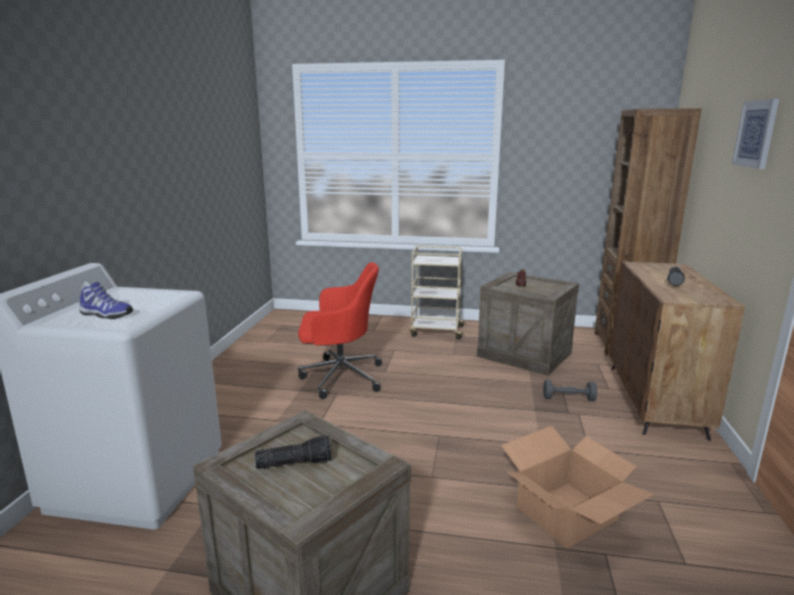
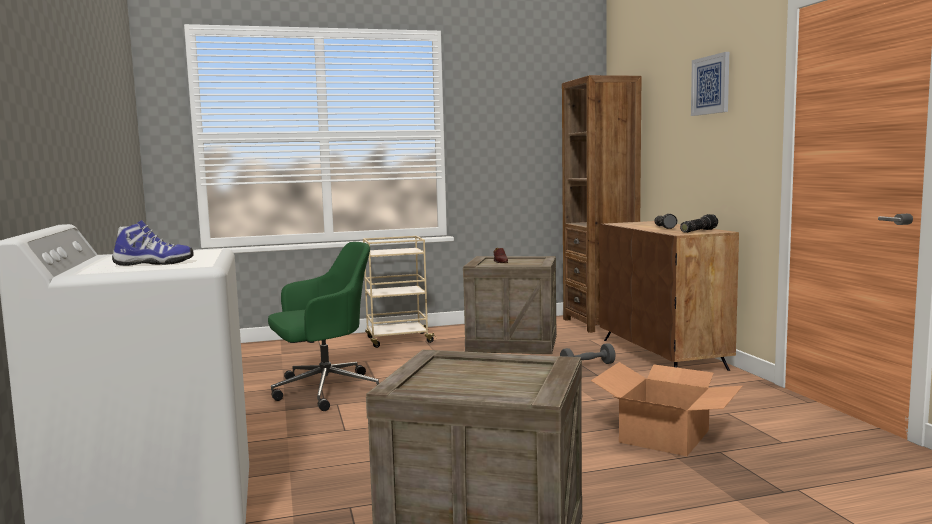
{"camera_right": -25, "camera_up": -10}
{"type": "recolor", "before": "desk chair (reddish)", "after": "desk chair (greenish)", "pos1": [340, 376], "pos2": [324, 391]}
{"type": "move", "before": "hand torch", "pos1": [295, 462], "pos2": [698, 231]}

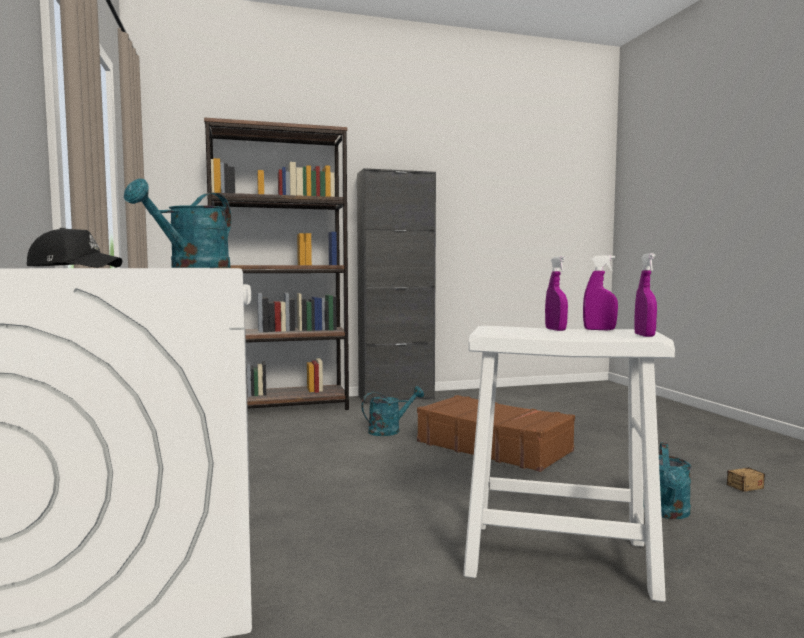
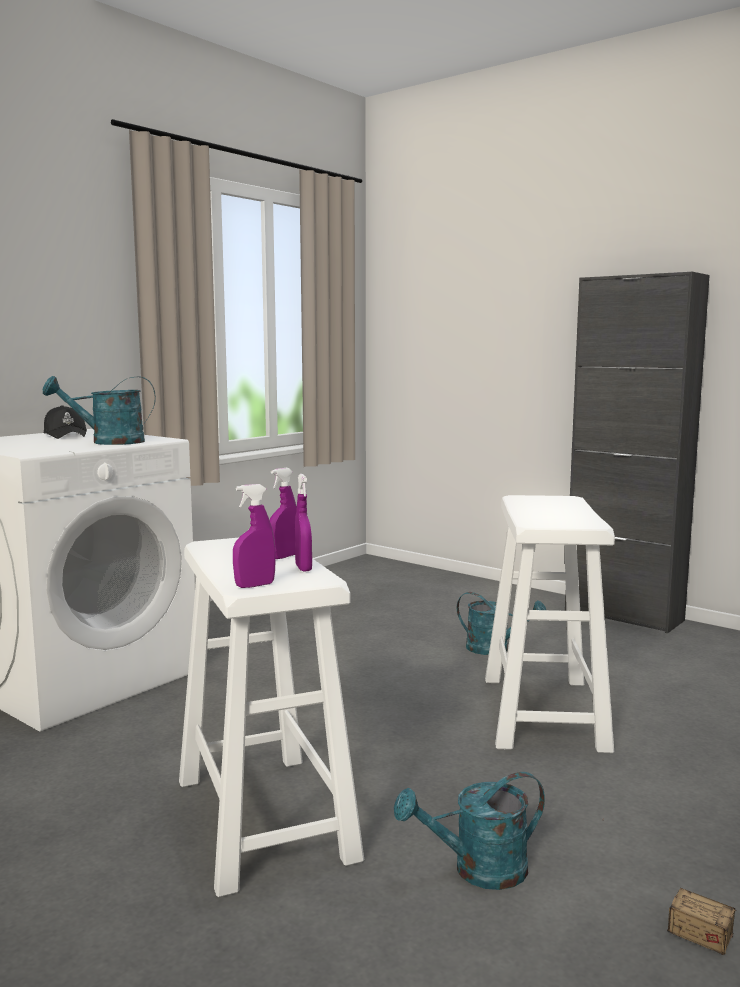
{"camera_right": 55, "camera_up": 5}
{"type": "replace", "before": "piece of luggage (brownish)", "after": "stool seat (whitish)", "pos1": [493, 446], "pos2": [543, 712]}
{"type": "delete", "before": "shelving unit (brownish)", "pos1": [282, 407]}

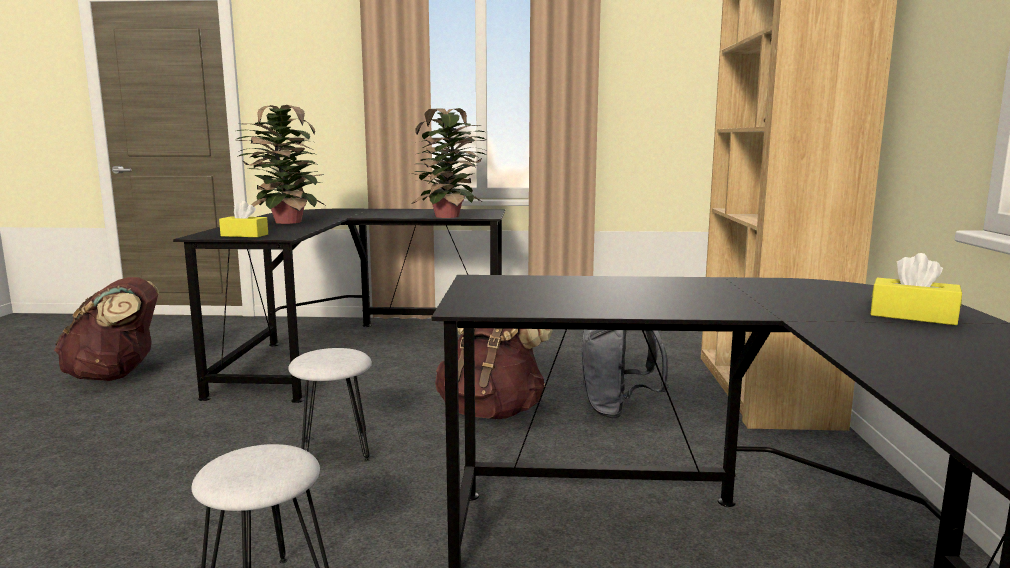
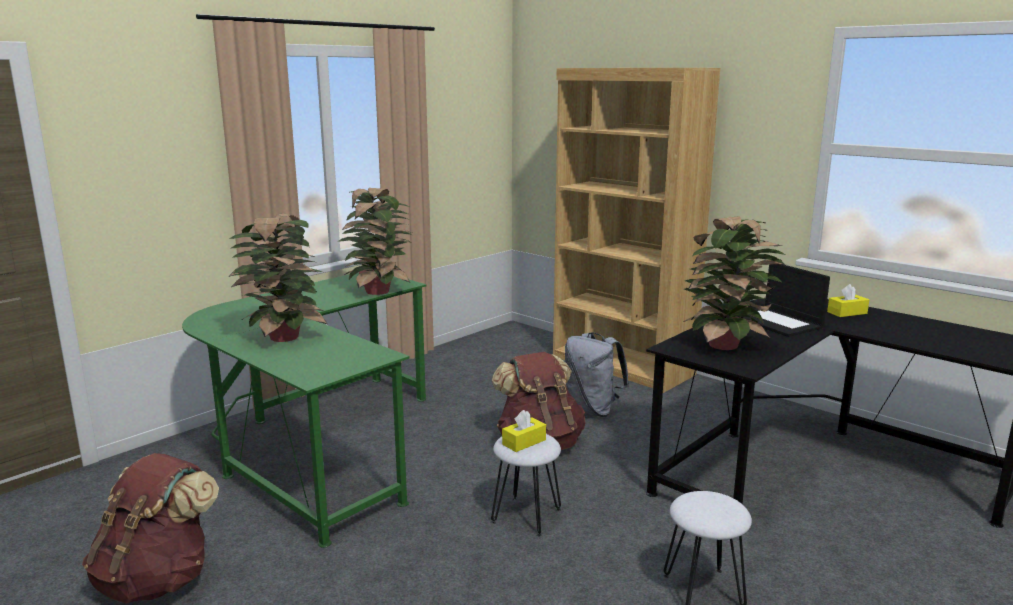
{"camera_right": -50, "camera_up": 5}
{"type": "recolor", "before": "desk table (black-coloured)", "after": "desk table (greenish)", "pos1": [355, 349], "pos2": [317, 446]}
{"type": "move", "before": "tissue holder (yellow-coloured)", "pos1": [244, 235], "pos2": [524, 442]}
{"type": "insert", "after": "houseplant", "pos2": [726, 345]}
{"type": "insert", "after": "notebook computer", "pos2": [778, 322]}

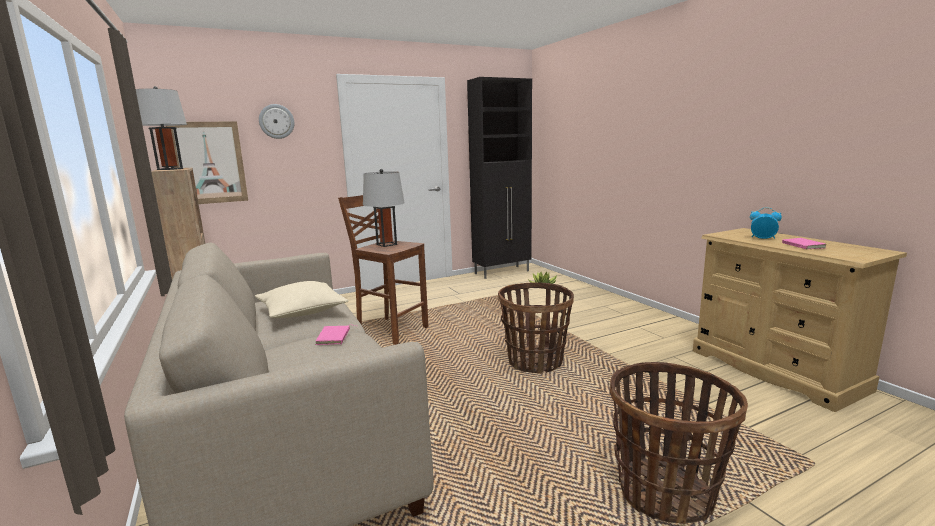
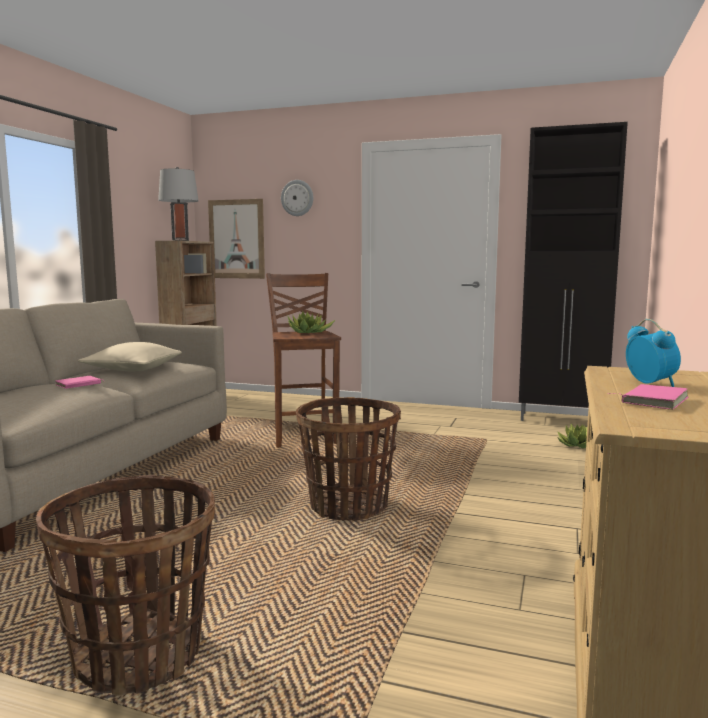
{"camera_right": 45, "camera_up": -5}
{"type": "replace", "before": "table lamp (gray)", "after": "houseplant", "pos1": [386, 244], "pos2": [309, 333]}

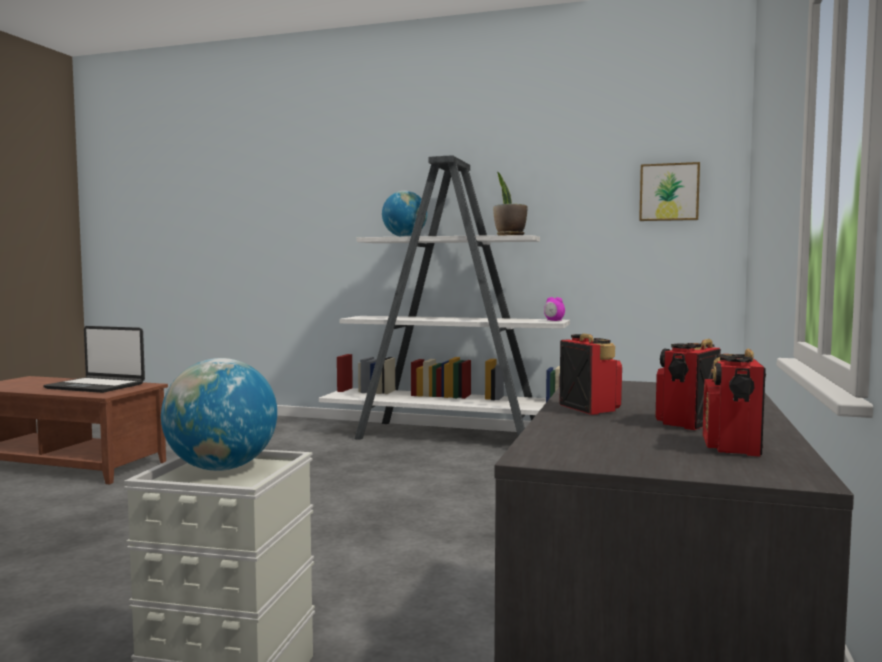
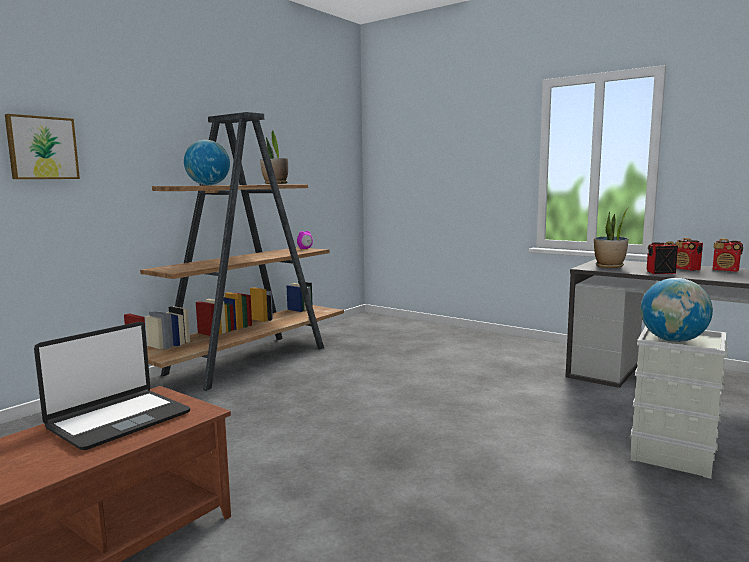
{"camera_right": -70, "camera_up": 5}
{"type": "move", "before": "wall picture", "pos1": [669, 192], "pos2": [42, 148]}
{"type": "recolor", "before": "shelving unit (whitish)", "after": "shelving unit (brownish)", "pos1": [453, 436], "pos2": [250, 360]}
{"type": "insert", "after": "houseplant", "pos2": [609, 266]}

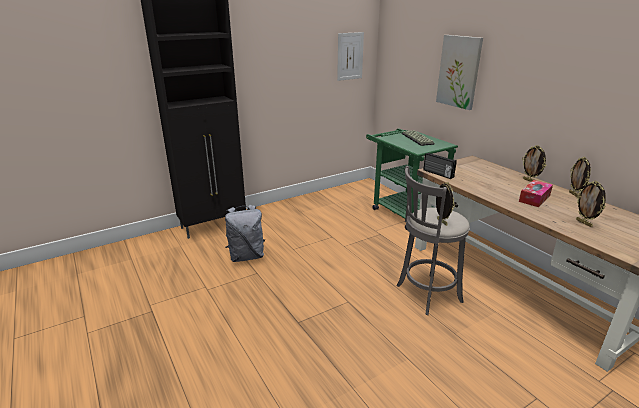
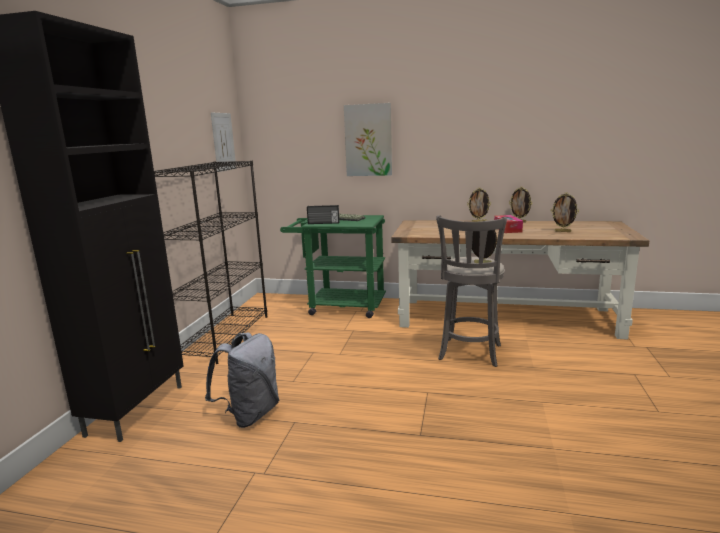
{"camera_right": -45, "camera_up": -10}
{"type": "insert", "after": "shelving unit (black-coloured)", "pos2": [225, 336]}
{"type": "move", "before": "radio", "pos1": [438, 174], "pos2": [323, 223]}

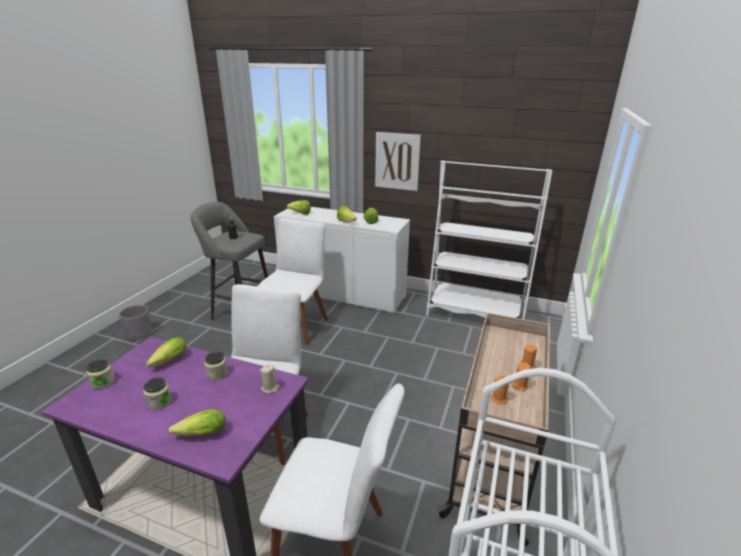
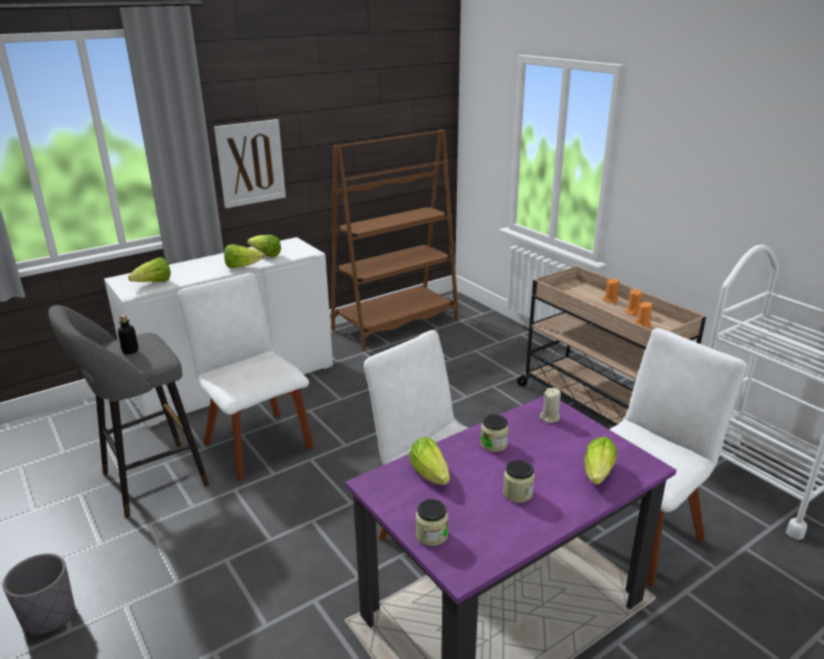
{"camera_right": -55, "camera_up": 0}
{"type": "recolor", "before": "shelving unit (whitish)", "after": "shelving unit (brownish)", "pos1": [474, 313], "pos2": [396, 325]}

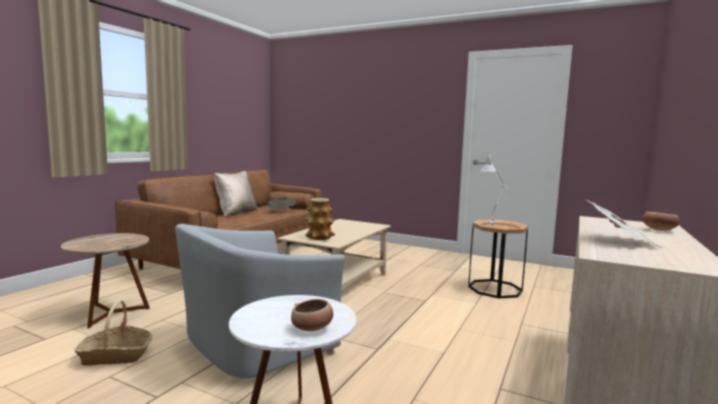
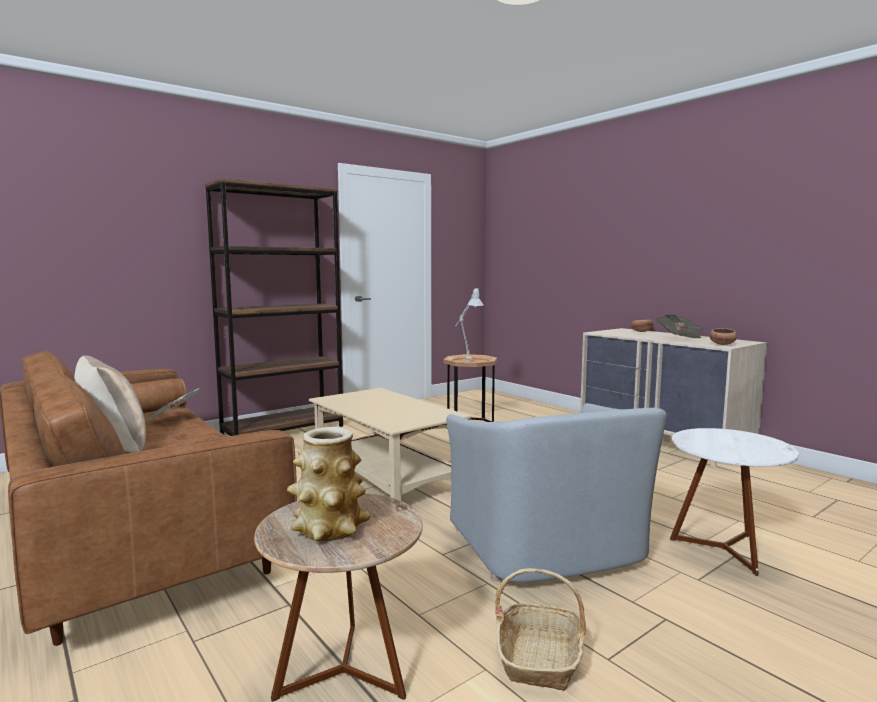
{"camera_right": -65, "camera_up": 0}
{"type": "insert", "after": "shelving unit (brownish)", "pos2": [283, 430]}
{"type": "move", "before": "flower vase", "pos1": [319, 237], "pos2": [329, 529]}
{"type": "move", "before": "serving bowl", "pos1": [312, 328], "pos2": [722, 344]}

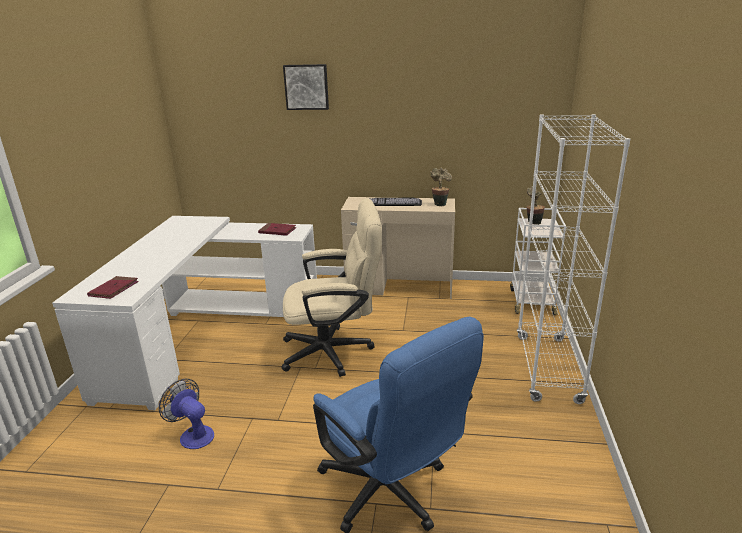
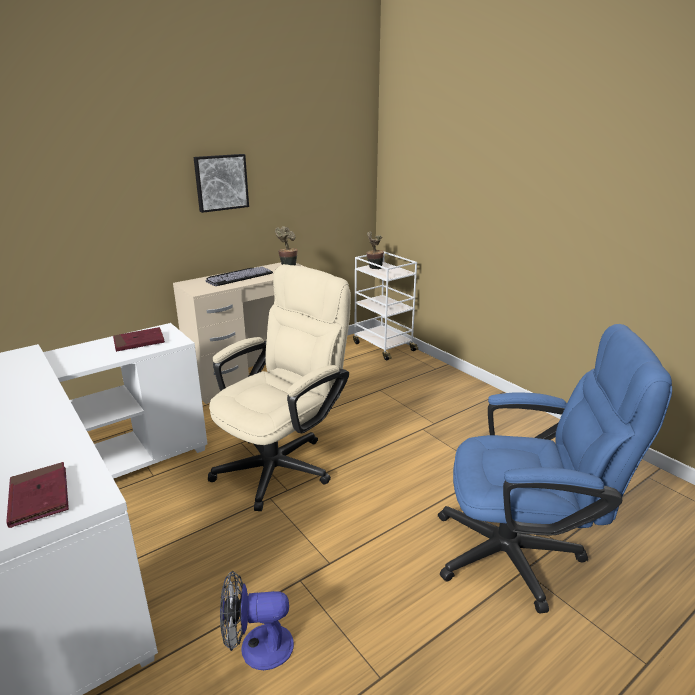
{"camera_right": -45, "camera_up": 0}
{"type": "move", "before": "wall picture", "pos1": [306, 87], "pos2": [221, 182]}
{"type": "delete", "before": "shelving unit (whitish)", "pos1": [548, 368]}

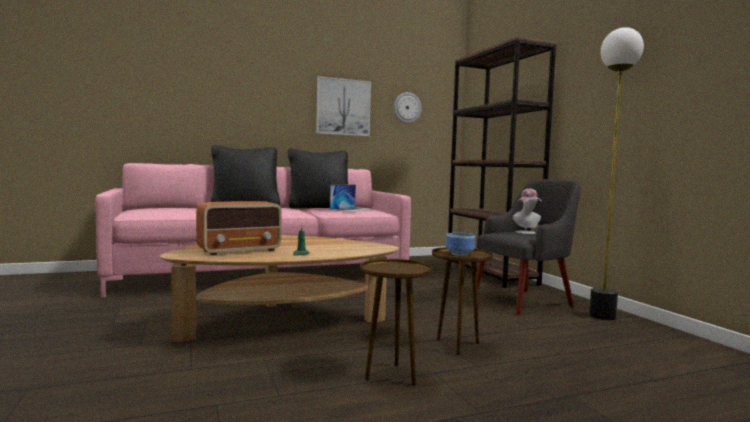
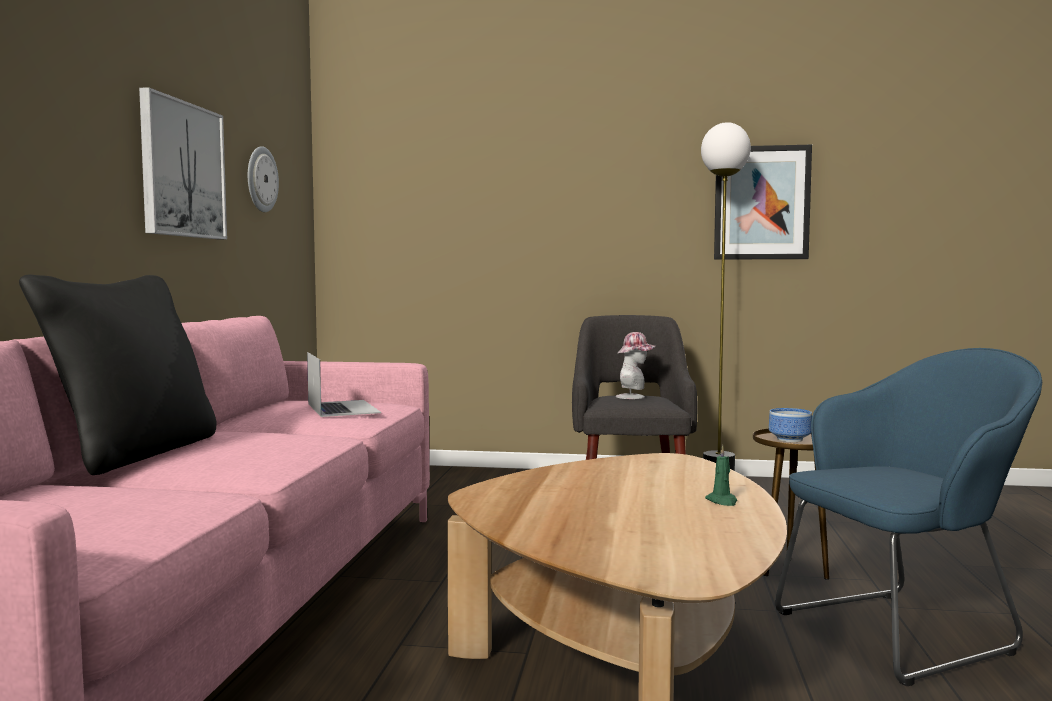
{"camera_right": -60, "camera_up": 0}
{"type": "insert", "after": "wall picture", "pos2": [761, 203]}
{"type": "replace", "before": "accent table (brownish)", "after": "lounge chair (blue-coloured)", "pos1": [392, 376], "pos2": [903, 631]}
{"type": "delete", "before": "radio", "pos1": [240, 250]}
{"type": "delete", "before": "cushion (black-coloured)", "pos1": [319, 207]}
{"type": "delete", "before": "shelving unit (brownish)", "pos1": [490, 274]}

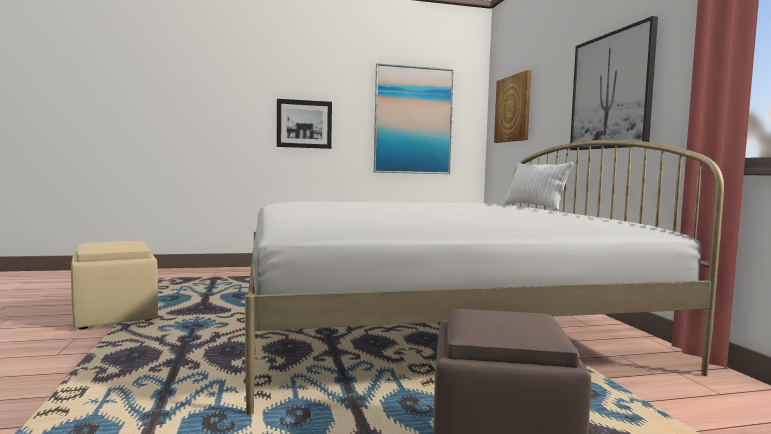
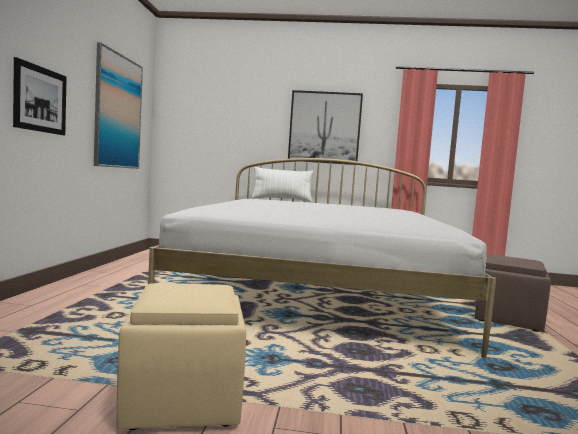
{"camera_right": -70, "camera_up": 0}
{"type": "delete", "before": "wall picture", "pos1": [513, 109]}

